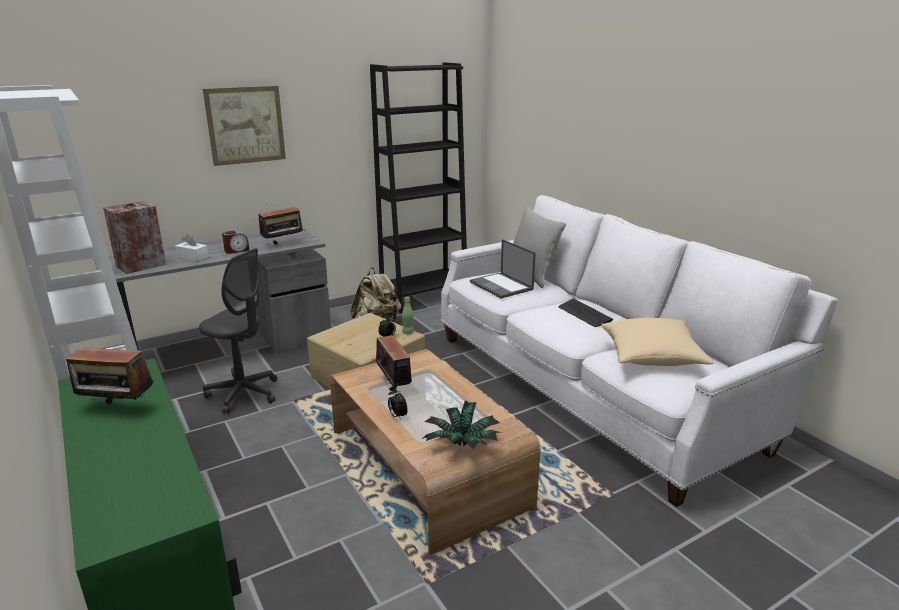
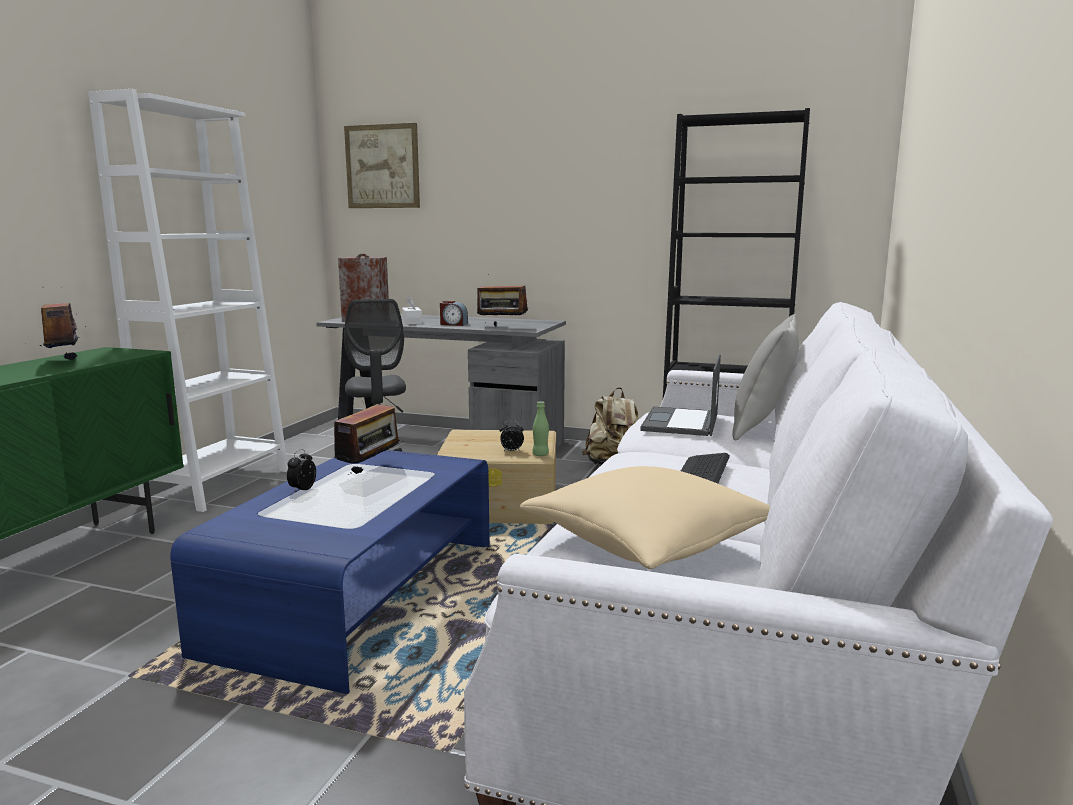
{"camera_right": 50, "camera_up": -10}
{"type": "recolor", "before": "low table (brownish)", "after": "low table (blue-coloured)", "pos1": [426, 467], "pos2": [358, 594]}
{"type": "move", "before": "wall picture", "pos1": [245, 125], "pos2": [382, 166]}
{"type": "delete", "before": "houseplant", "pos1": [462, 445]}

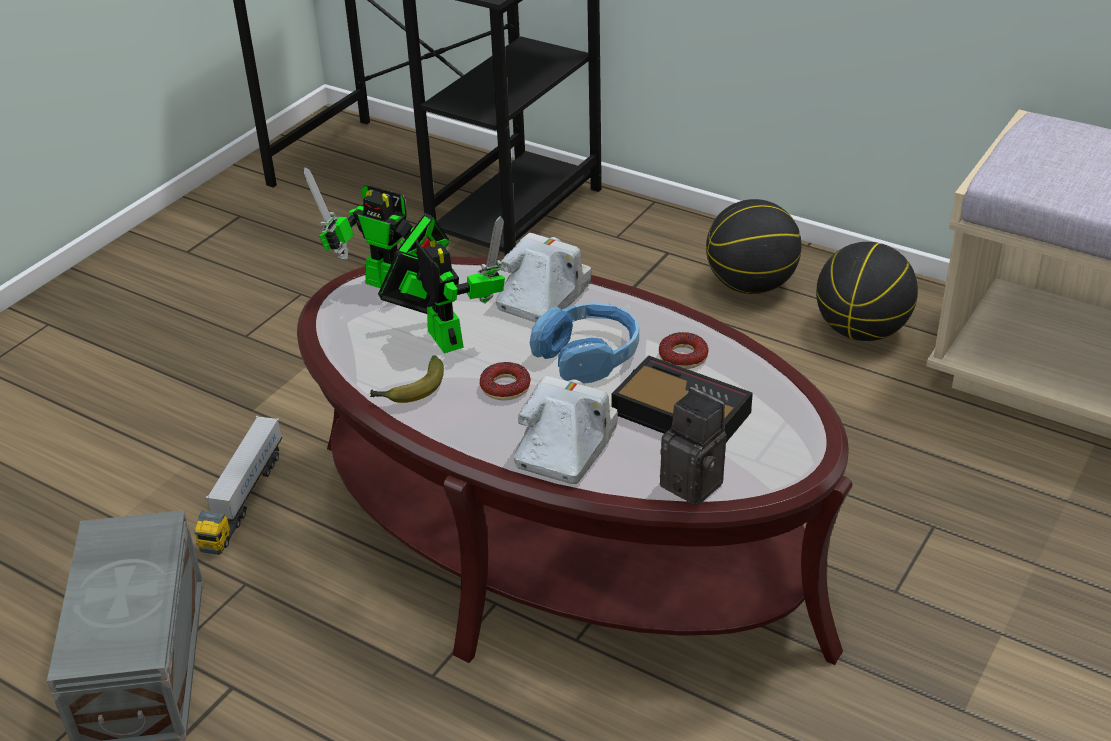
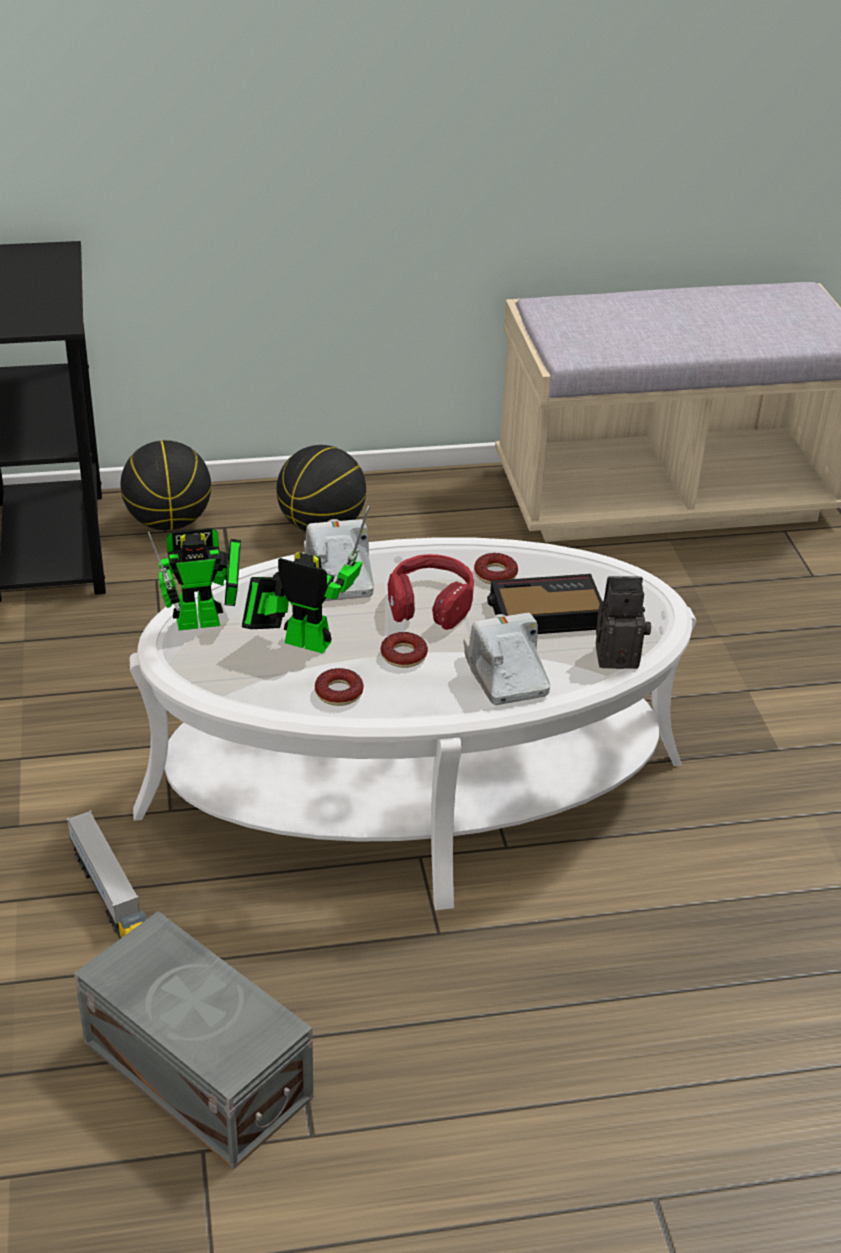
{"camera_right": -45, "camera_up": 0}
{"type": "move", "before": "basketball", "pos1": [862, 331], "pos2": [169, 522]}
{"type": "recolor", "before": "low table (brownish)", "after": "low table (whitish)", "pos1": [562, 542], "pos2": [414, 787]}
{"type": "replace", "before": "whole banana", "after": "donut", "pos1": [411, 391], "pos2": [339, 692]}
{"type": "recolor", "before": "headset (blue-coloured)", "after": "headset (reddish)", "pos1": [588, 355], "pos2": [430, 604]}

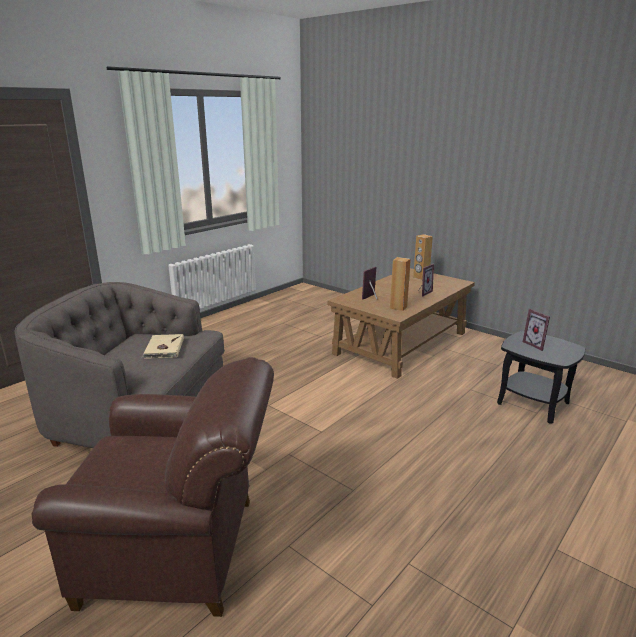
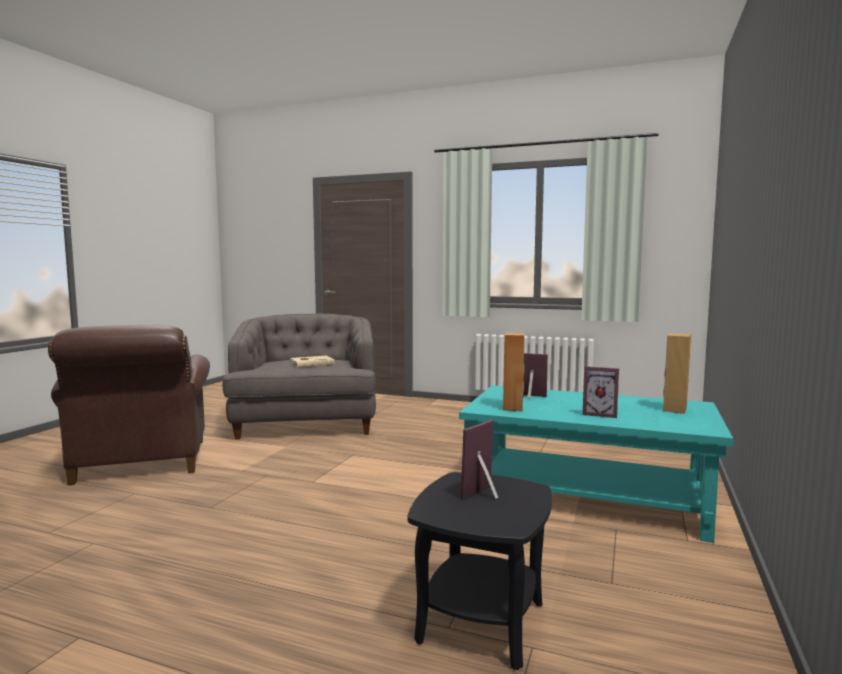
{"camera_right": 70, "camera_up": -15}
{"type": "recolor", "before": "low table (brownish)", "after": "low table (turquoise)", "pos1": [401, 343], "pos2": [588, 496]}

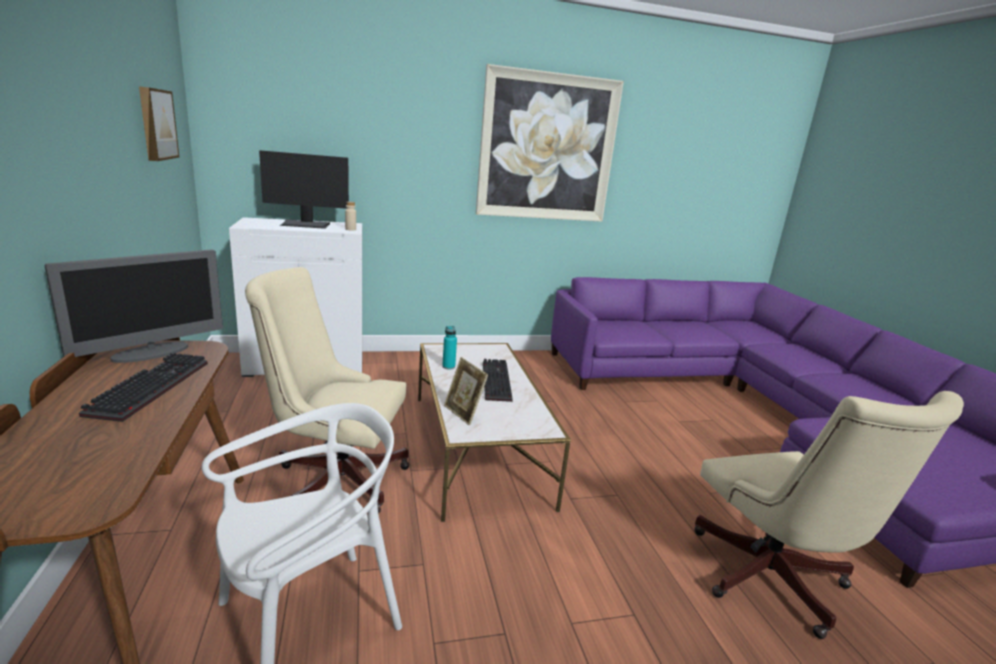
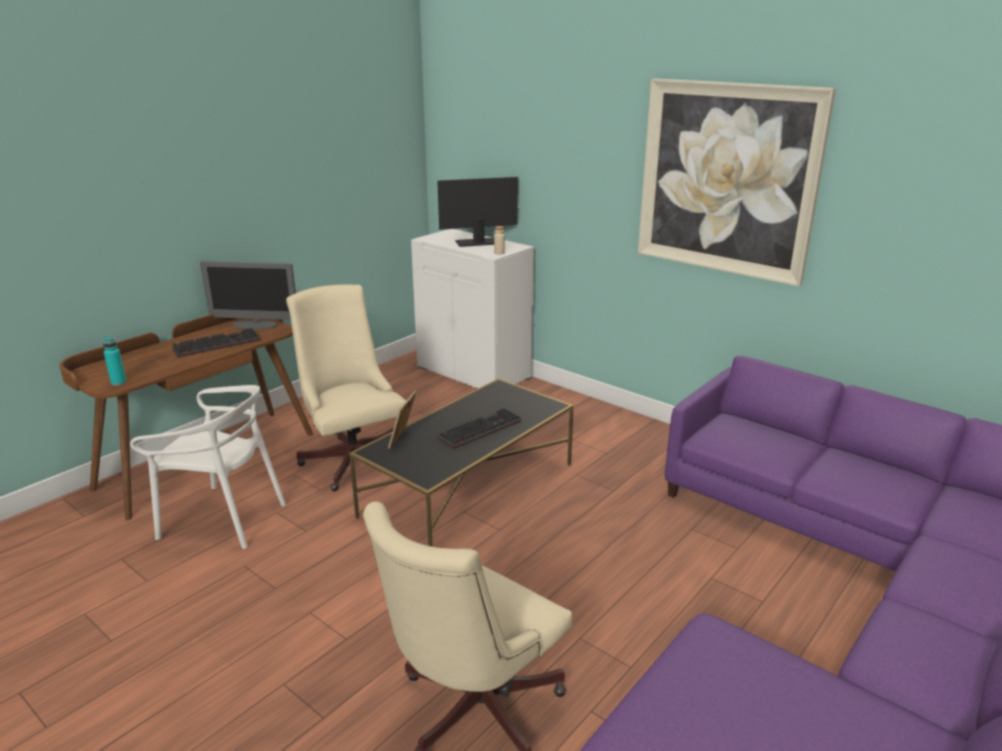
{"camera_right": 55, "camera_up": 5}
{"type": "move", "before": "beverage bottle (turquoise)", "pos1": [448, 367], "pos2": [118, 382]}
{"type": "recolor", "before": "low table (whitish)", "after": "low table (black-coloured)", "pos1": [478, 447], "pos2": [469, 489]}
{"type": "rotate", "before": "computer display", "pos1": [306, 224], "pos2": [477, 242], "turn": 120}
{"type": "delete", "before": "wall picture", "pos1": [156, 124]}

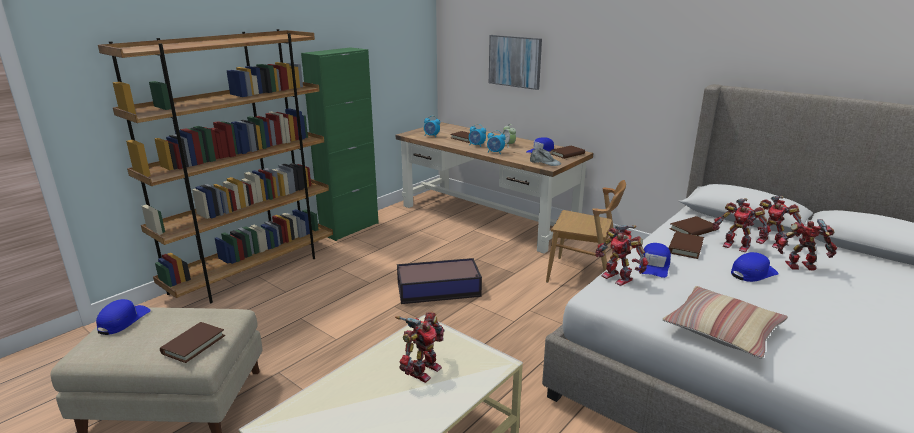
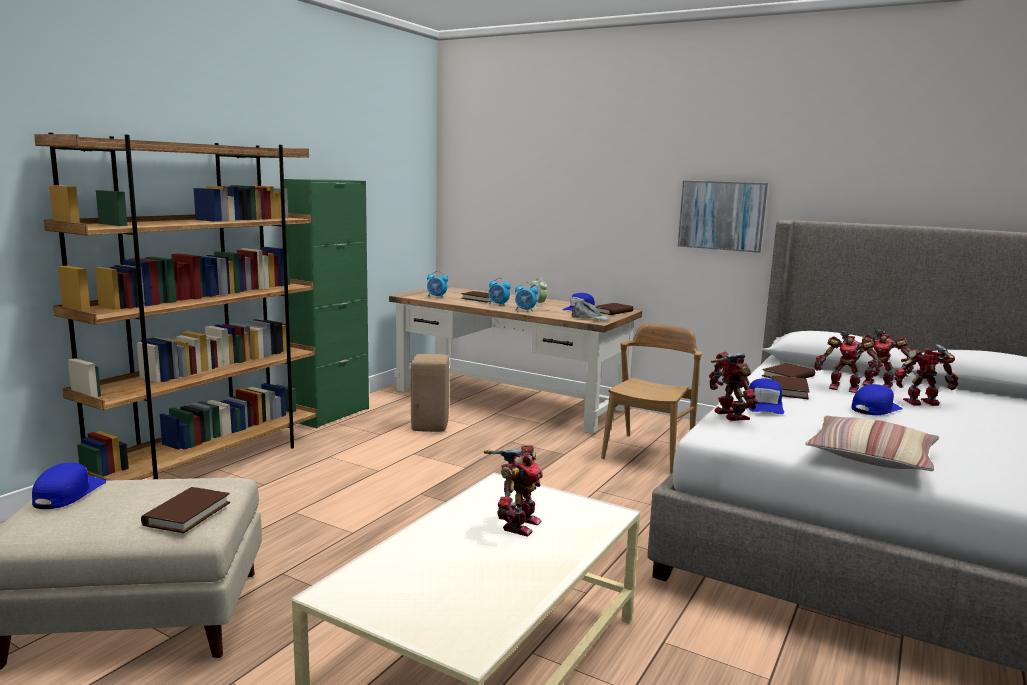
{"camera_right": -10, "camera_up": -10}
{"type": "insert", "after": "stool seat (beige)", "pos2": [429, 427]}
{"type": "rotate", "before": "plain chair (brownish)", "pos1": [583, 275], "pos2": [648, 453], "turn": -75}
{"type": "move", "before": "wall picture", "pos1": [515, 61], "pos2": [721, 215]}
{"type": "rotate", "before": "robot figure", "pos1": [618, 277], "pos2": [729, 416], "turn": -150}
{"type": "delete", "before": "storage container", "pos1": [439, 289]}

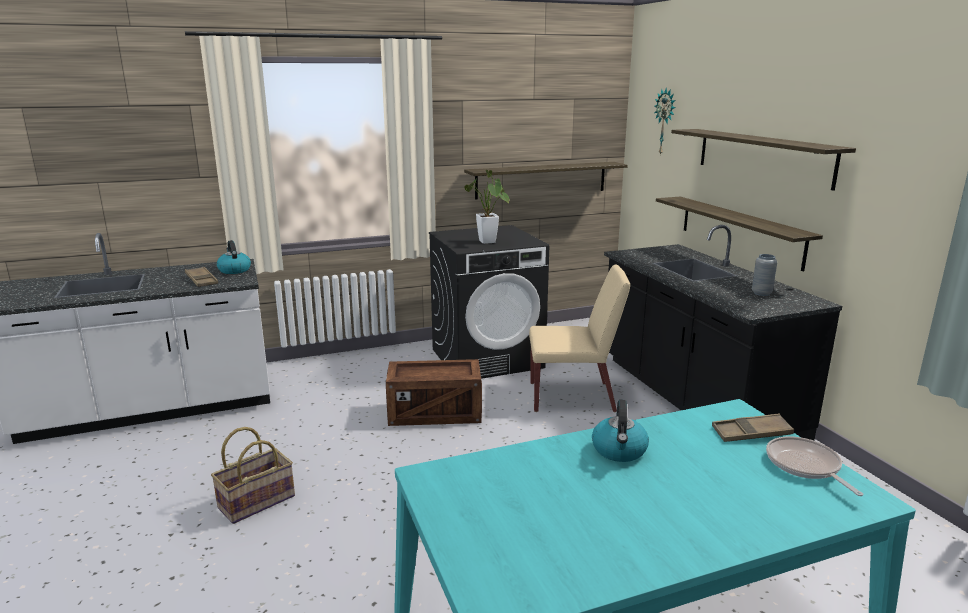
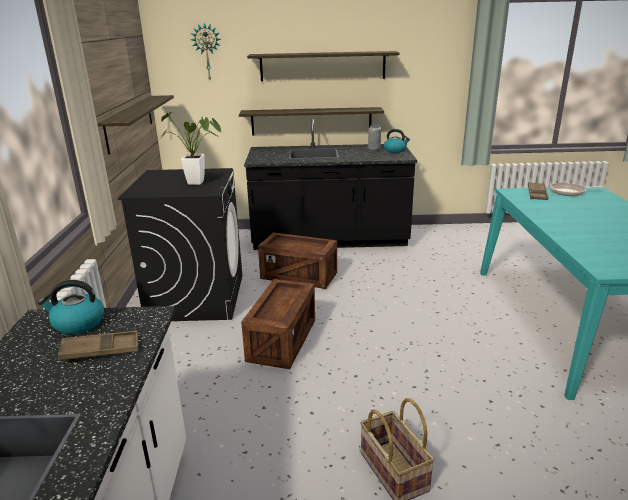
{"camera_right": -70, "camera_up": 5}
{"type": "replace", "before": "plain chair (beige)", "after": "shipping crate", "pos1": [573, 397], "pos2": [299, 276]}
{"type": "move", "before": "tea kettle", "pos1": [619, 451], "pos2": [395, 150]}

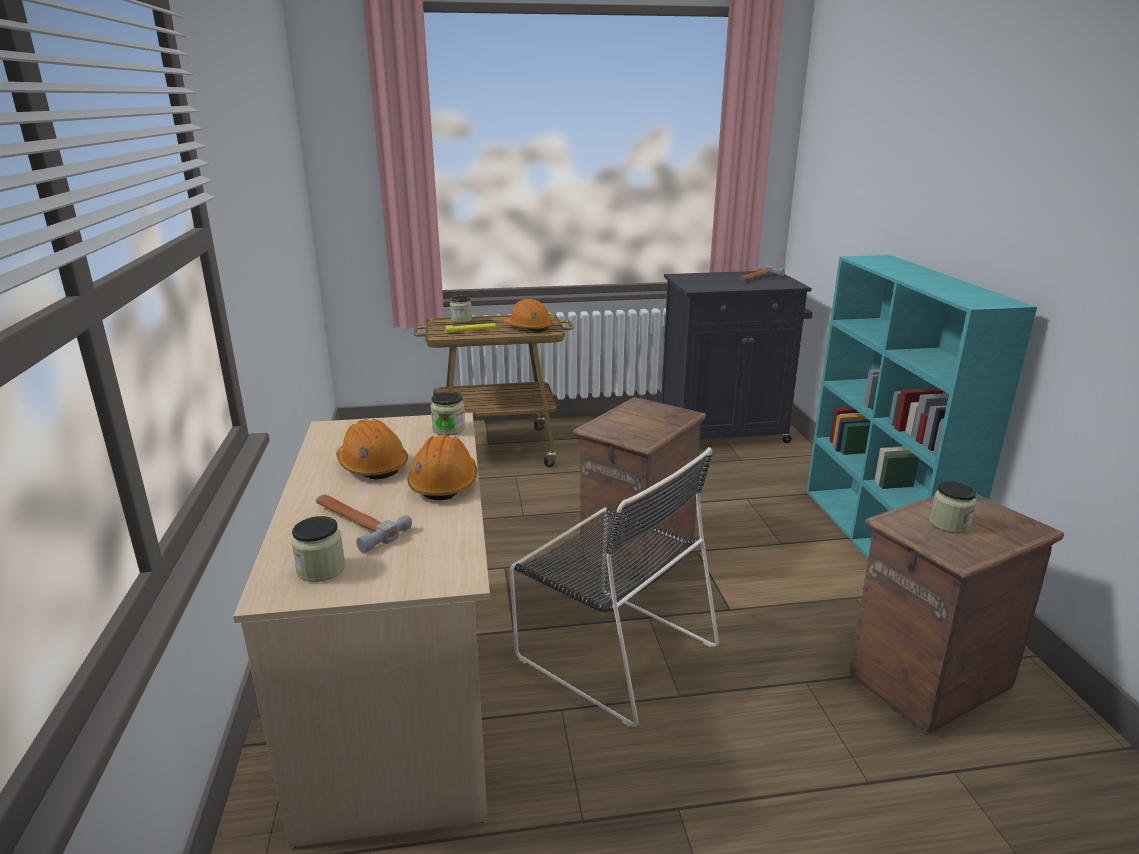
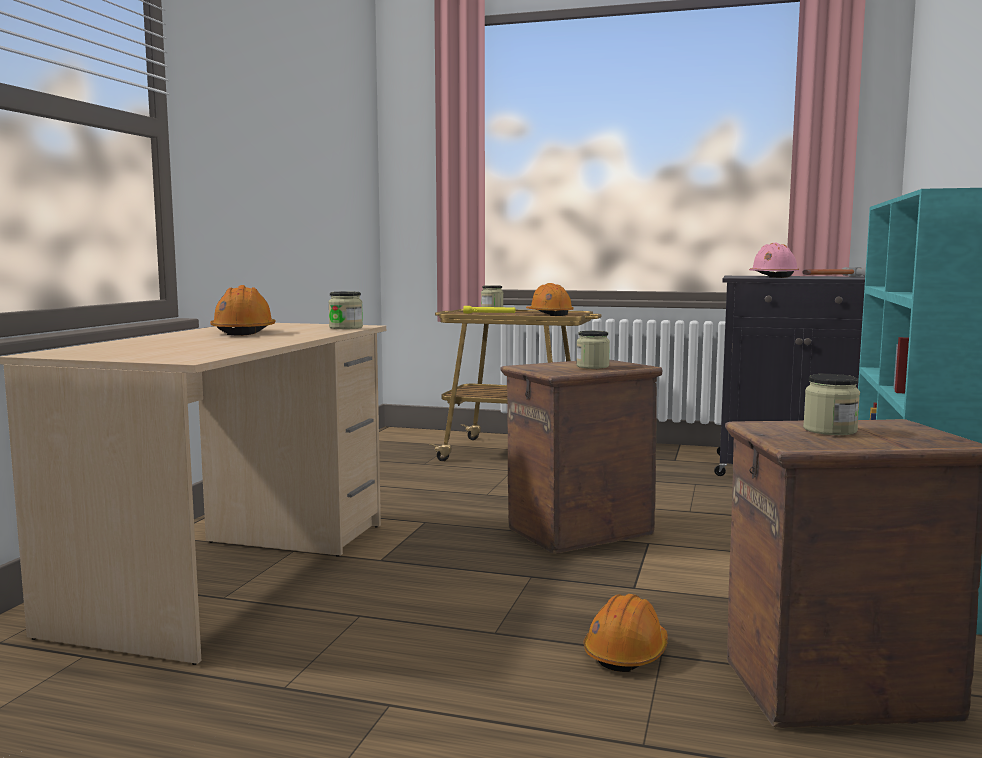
{"camera_right": 25, "camera_up": -15}
{"type": "move", "before": "storage jar", "pos1": [321, 569], "pos2": [592, 366]}
{"type": "move", "before": "work helmet (orange)", "pos1": [444, 483], "pos2": [626, 653]}
{"type": "insert", "after": "work helmet (pinkish)", "pos2": [772, 277]}
{"type": "delete", "before": "hand hammer", "pos1": [355, 523]}
{"type": "delete", "before": "plain chair (black-coloured)", "pos1": [611, 649]}

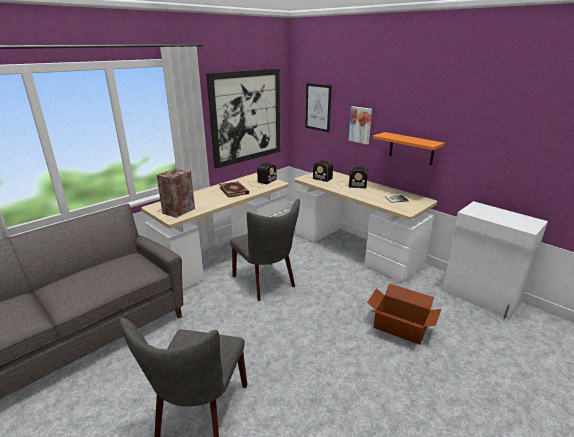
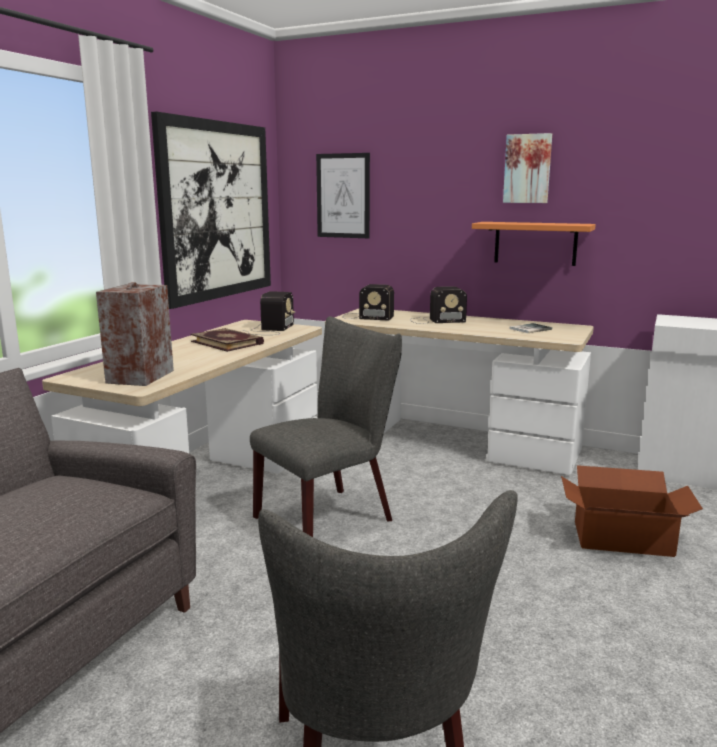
{"camera_right": -20, "camera_up": -10}
{"type": "rotate", "before": "plain chair (gray)", "pos1": [266, 282], "pos2": [331, 516], "turn": -75}
{"type": "move", "before": "wall picture", "pos1": [360, 125], "pos2": [527, 169]}

